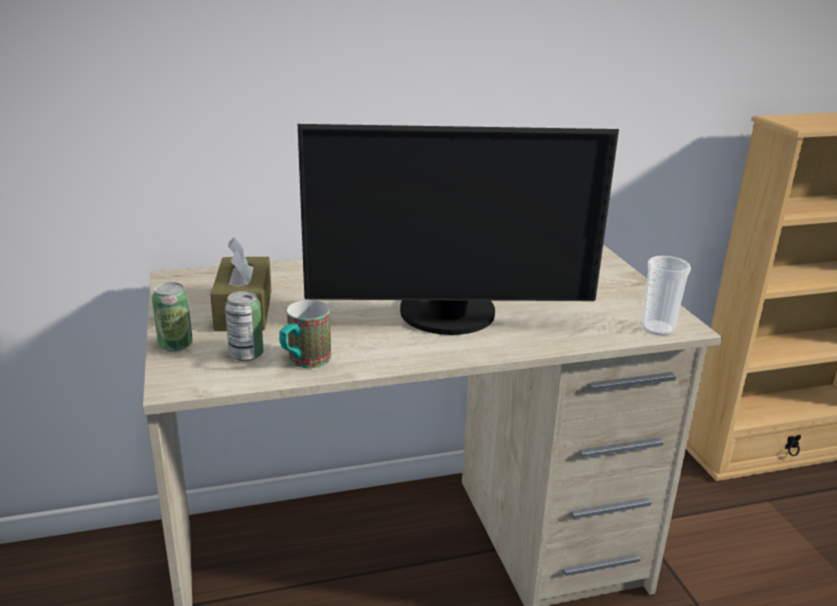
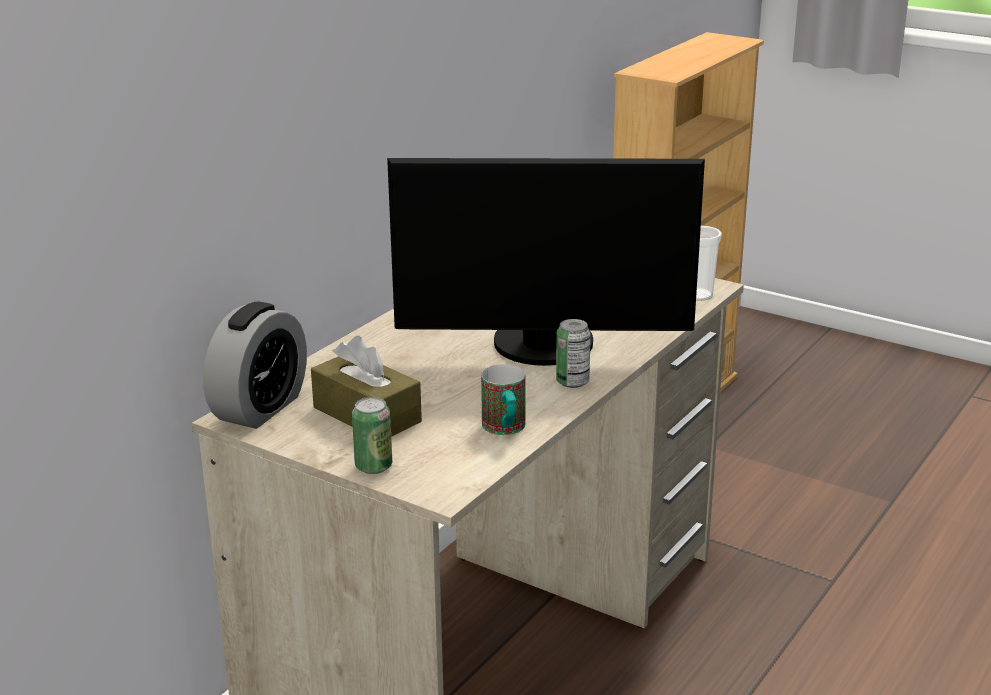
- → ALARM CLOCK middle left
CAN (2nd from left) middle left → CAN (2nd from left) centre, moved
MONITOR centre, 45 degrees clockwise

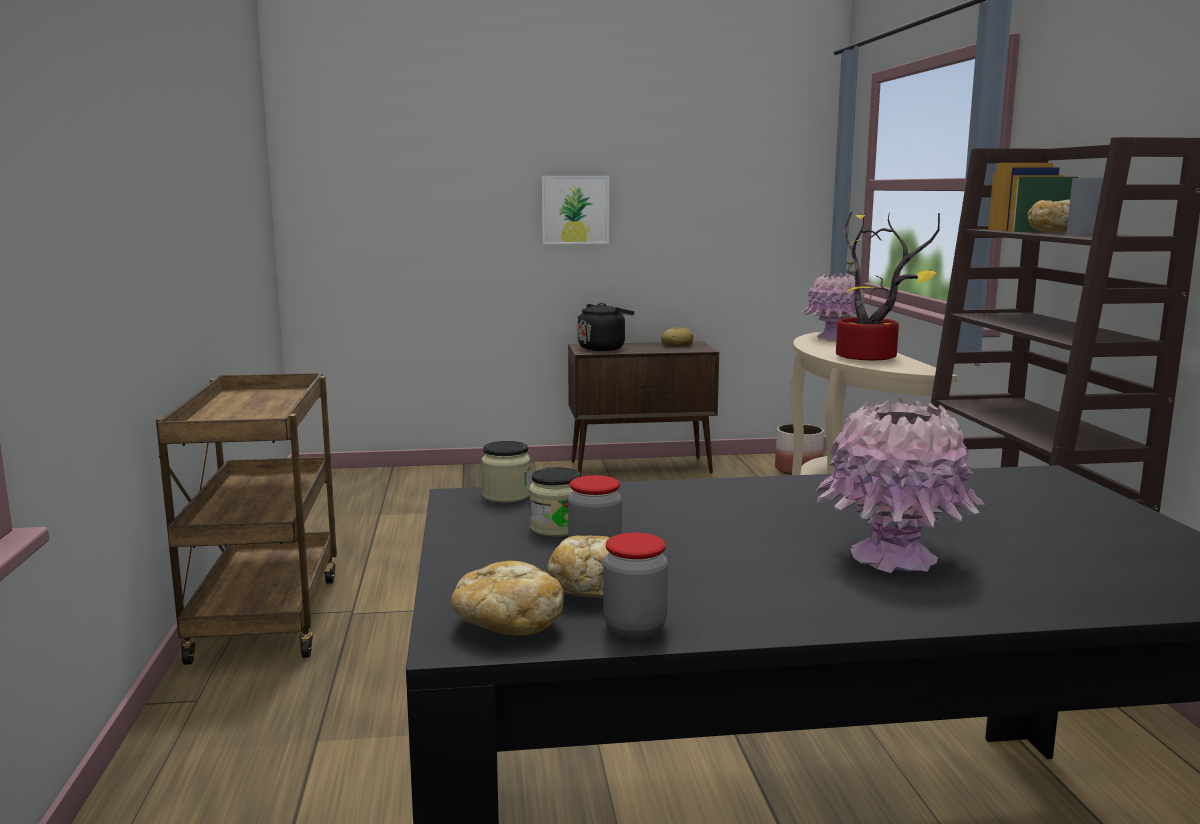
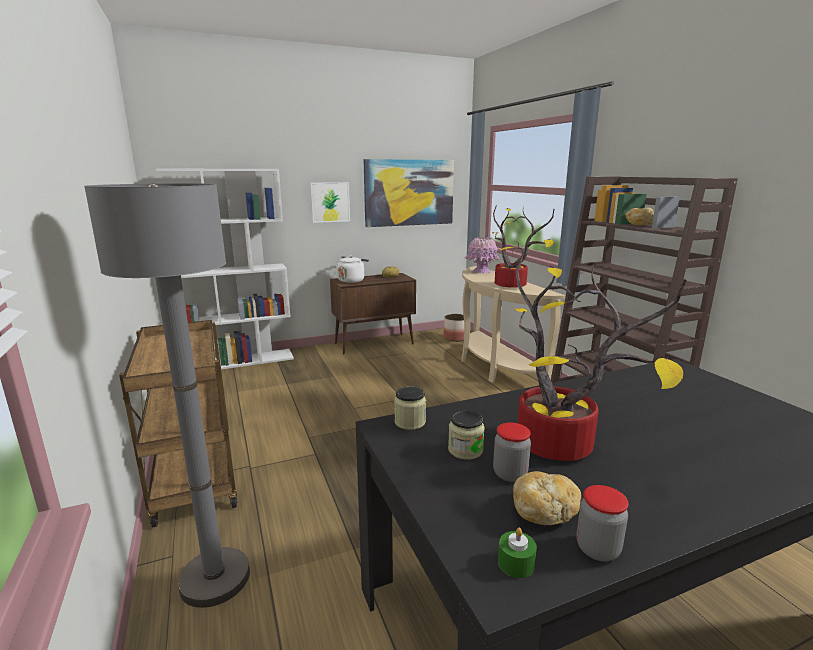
PINK VASE (2nd from left) middle right → -
- → GREY FLOOR LAMP middle left
- → WHITE BOOKCASE middle left
- → PICTURE (2nd from left) top centre
- → POTTED PLANT (2nd from left) middle right
BREAD (1st from left) bottom centre → GREEN CANDLE bottom centre
BLACK KETTLE centre → WHITE KETTLE centre

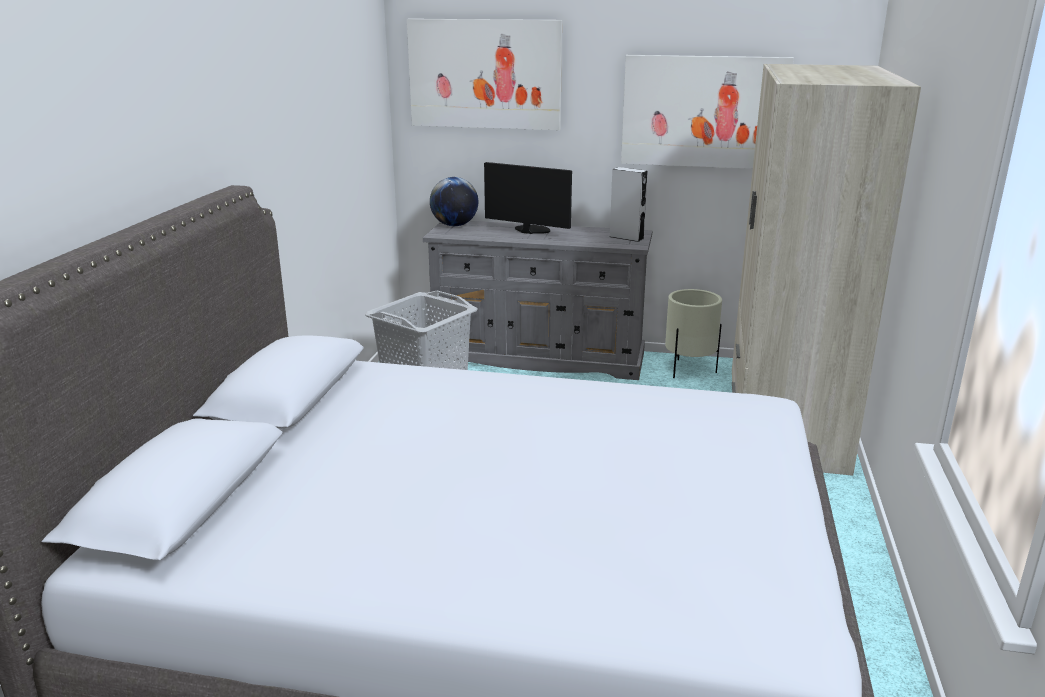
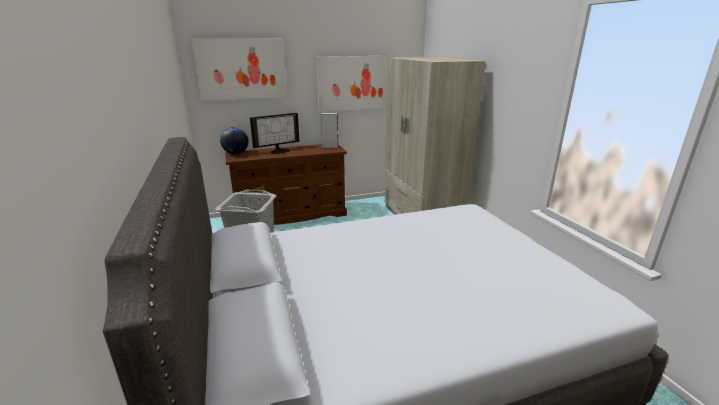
BEIGE PLANTER centre → -
GREY DRESSER centre → BROWN DRESSER centre
MONITOR top centre, 150 degrees clockwise

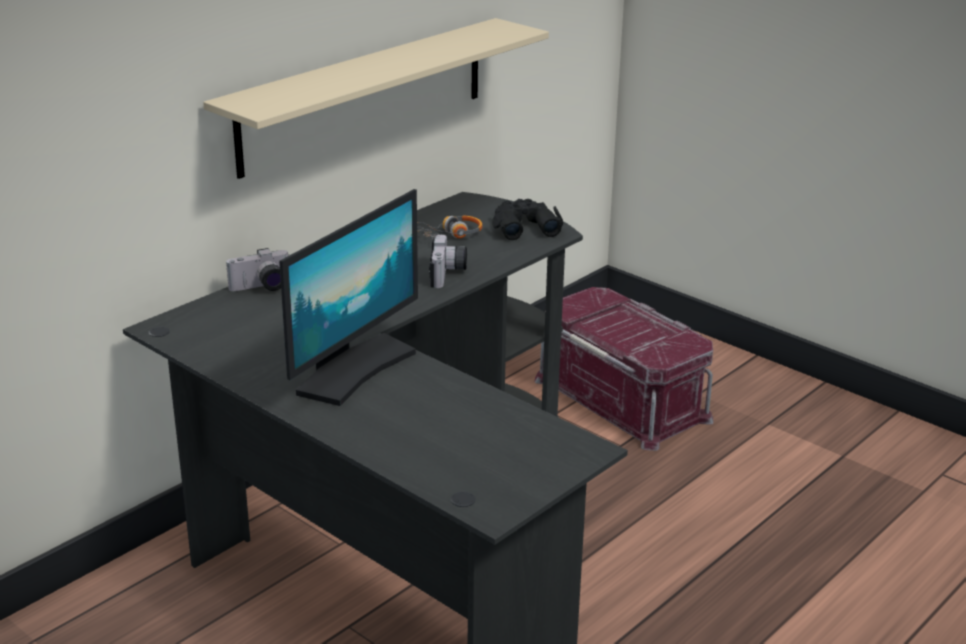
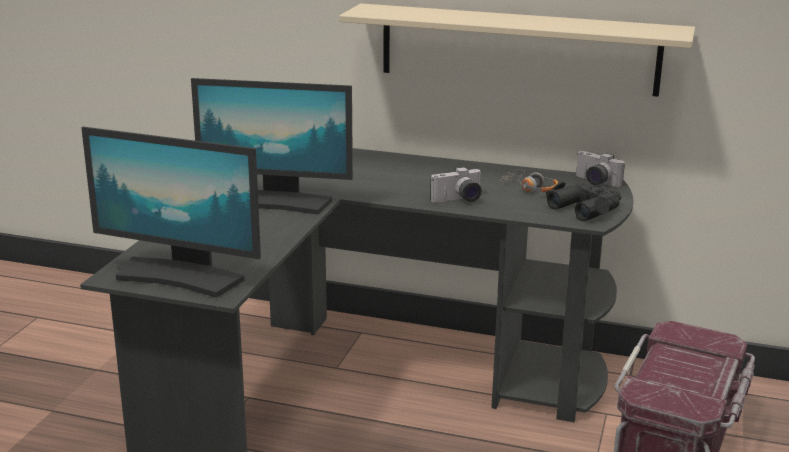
- → MONITOR (1st from left) middle left
PHOTO CAMERA (1st from left in the first image) middle left → PHOTO CAMERA (2nd from left) middle right, moved

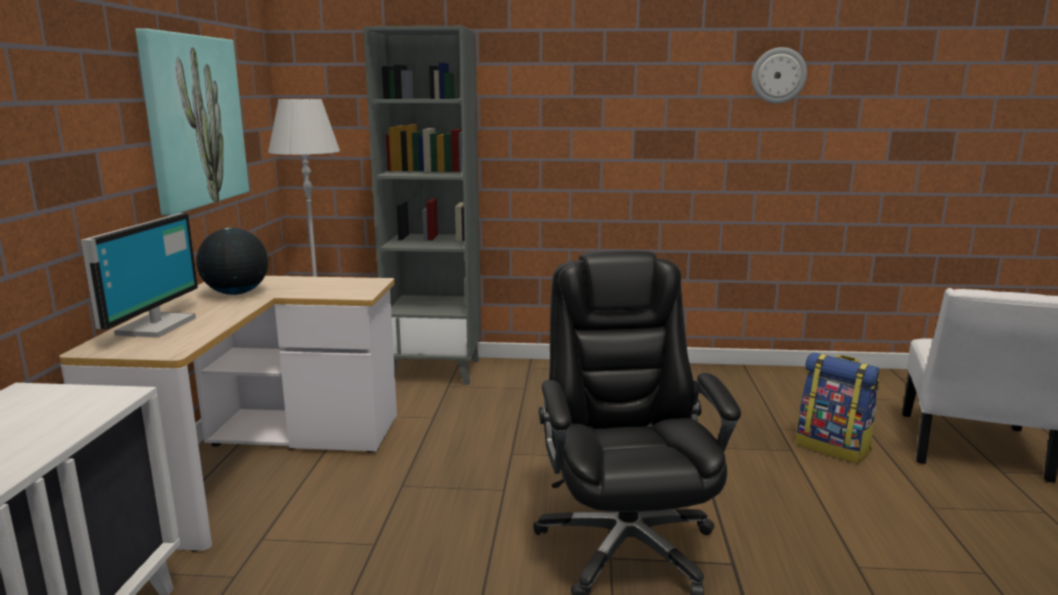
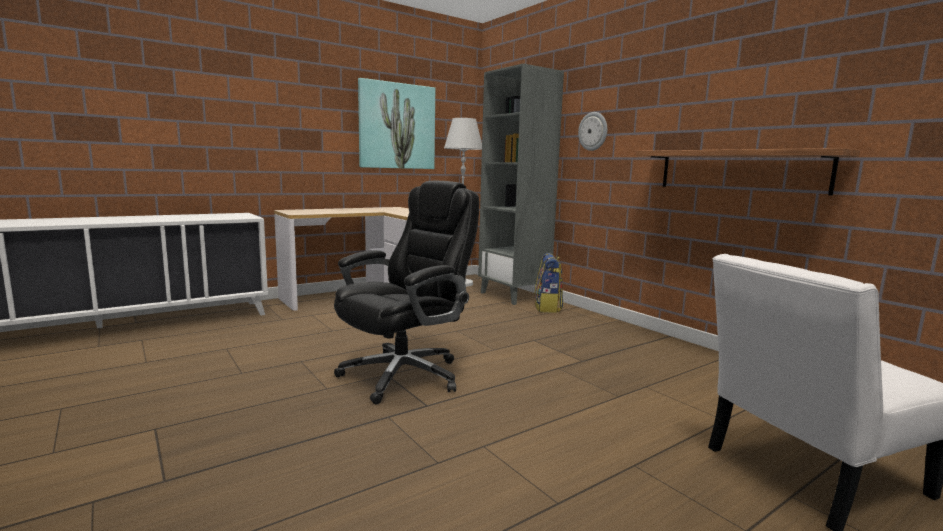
MONITOR middle left → -
GLOBE middle left → -
- → SHELF top right
WALL CLOCK top right → WALL CLOCK top centre, moved
BACKPACK bottom right → BACKPACK centre, moved

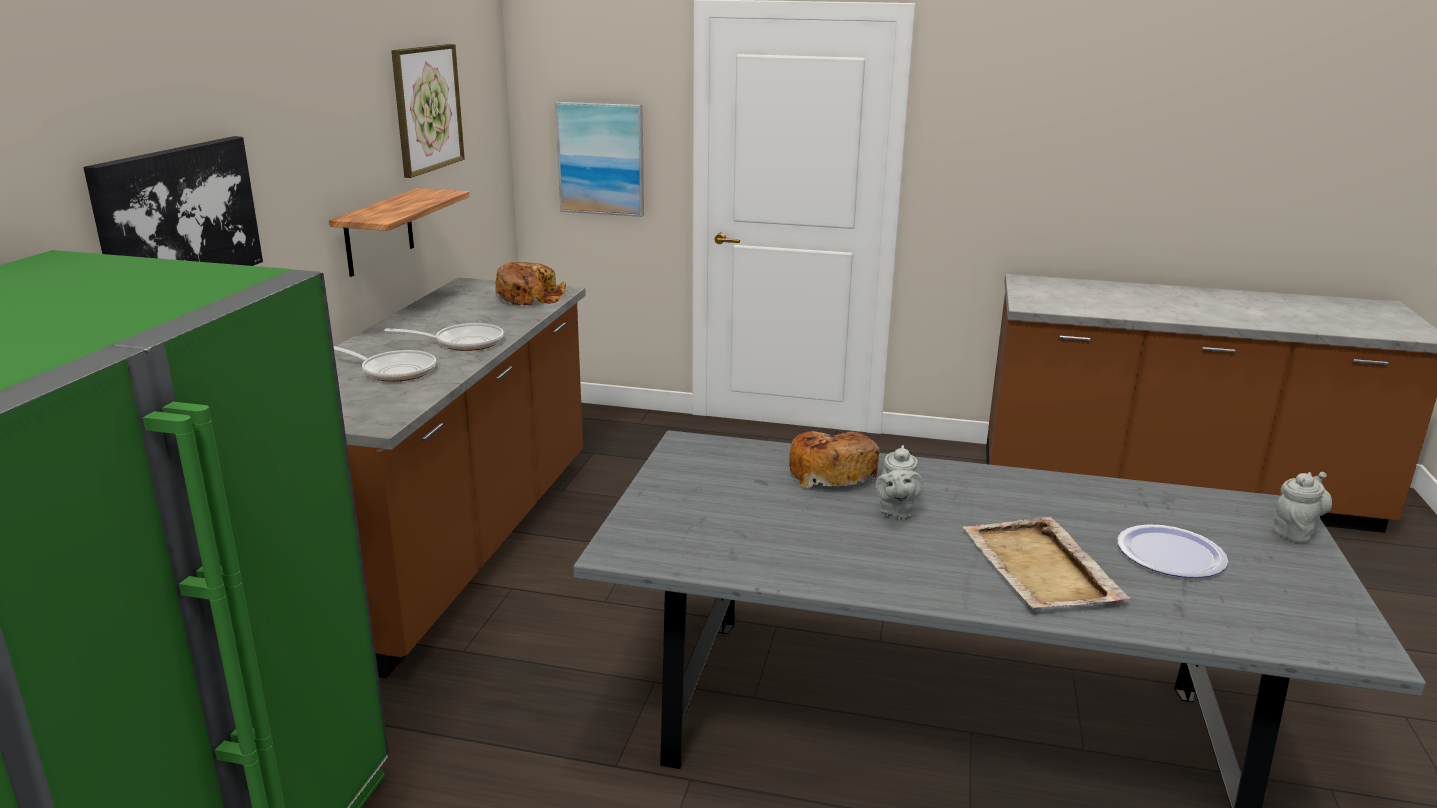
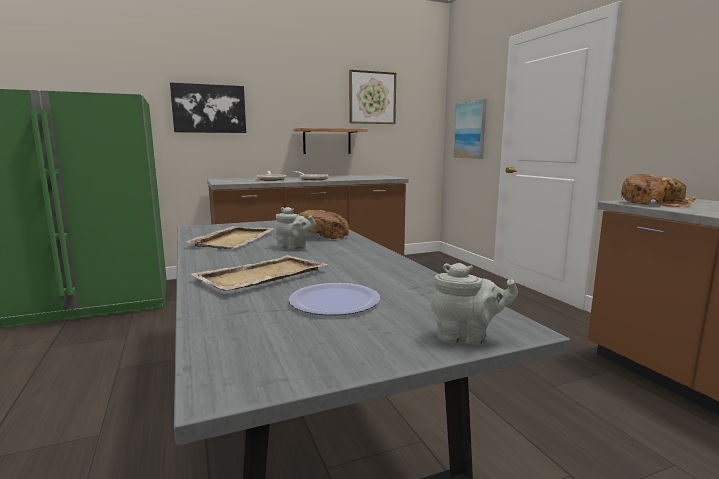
- → BEIGE TRAY (1st from left) middle left
BREAD (1st from left in the first image) centre → BREAD (2nd from left) middle right, moved
GREY TEAPOT (1st from left) centre, 135 degrees counterclockwise

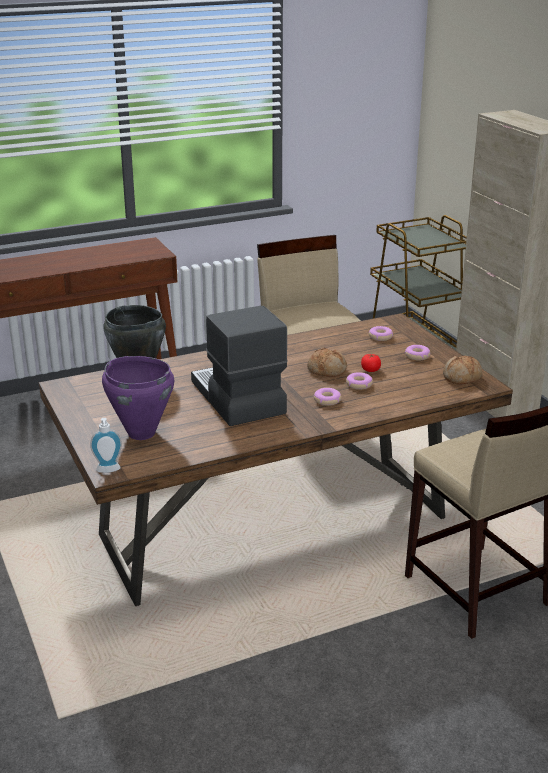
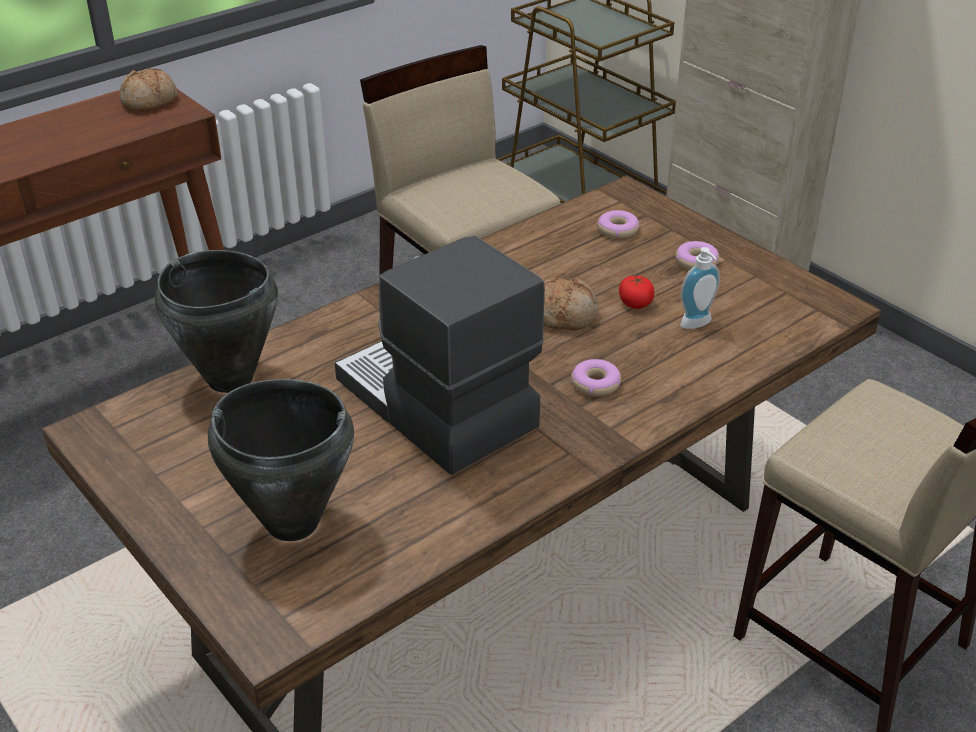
DONUT (2nd from left) centre → -
SOAP DISPENSER middle left → SOAP DISPENSER middle right, moved
BREAD (2nd from left in the first image) middle right → BREAD (1st from left) top left, moved
PURPLE COOKING POT middle left → BLACK COOKING POT (2nd from left) middle left

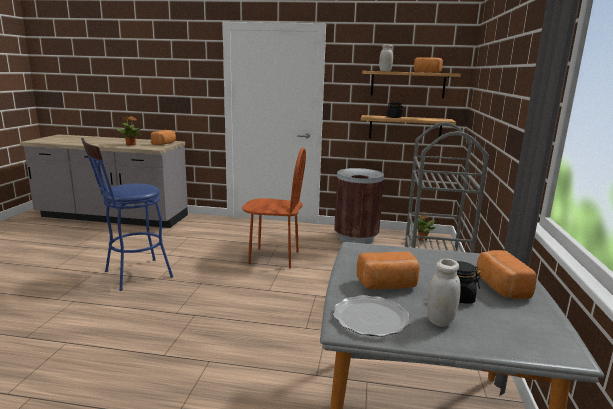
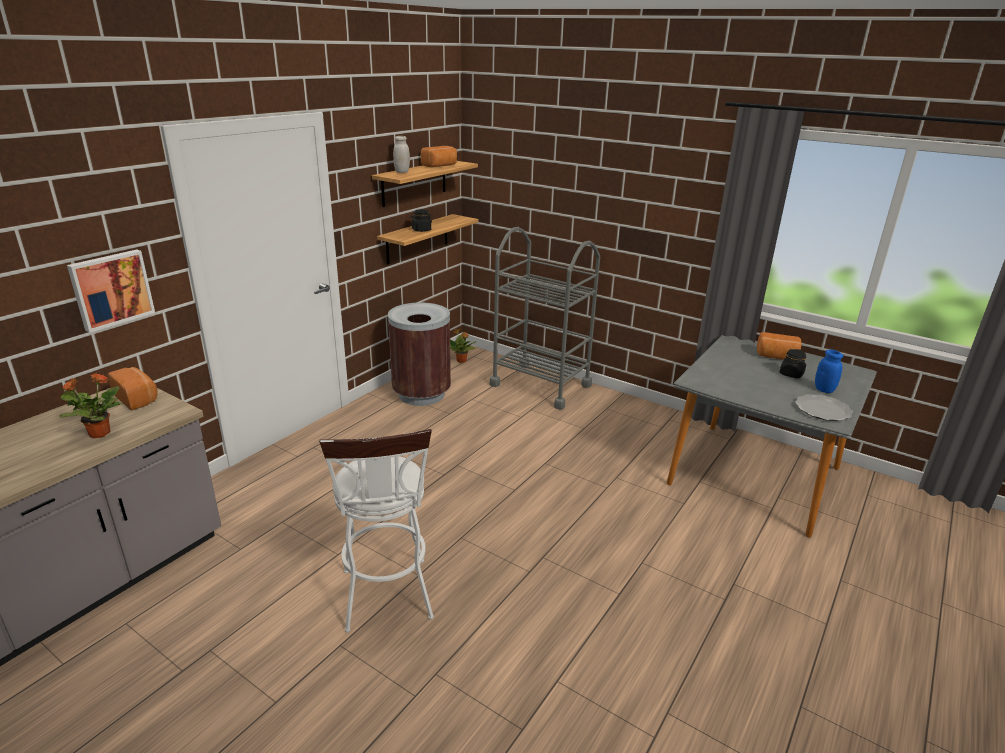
BROWN CHAIR centre → -
BREAD (2nd from left) centre → -
- → PICTURE middle left
BLUE STOOL middle left → WHITE STOOL bottom centre
WHITE JAR (2nd from left) bottom right → BLUE JAR middle right

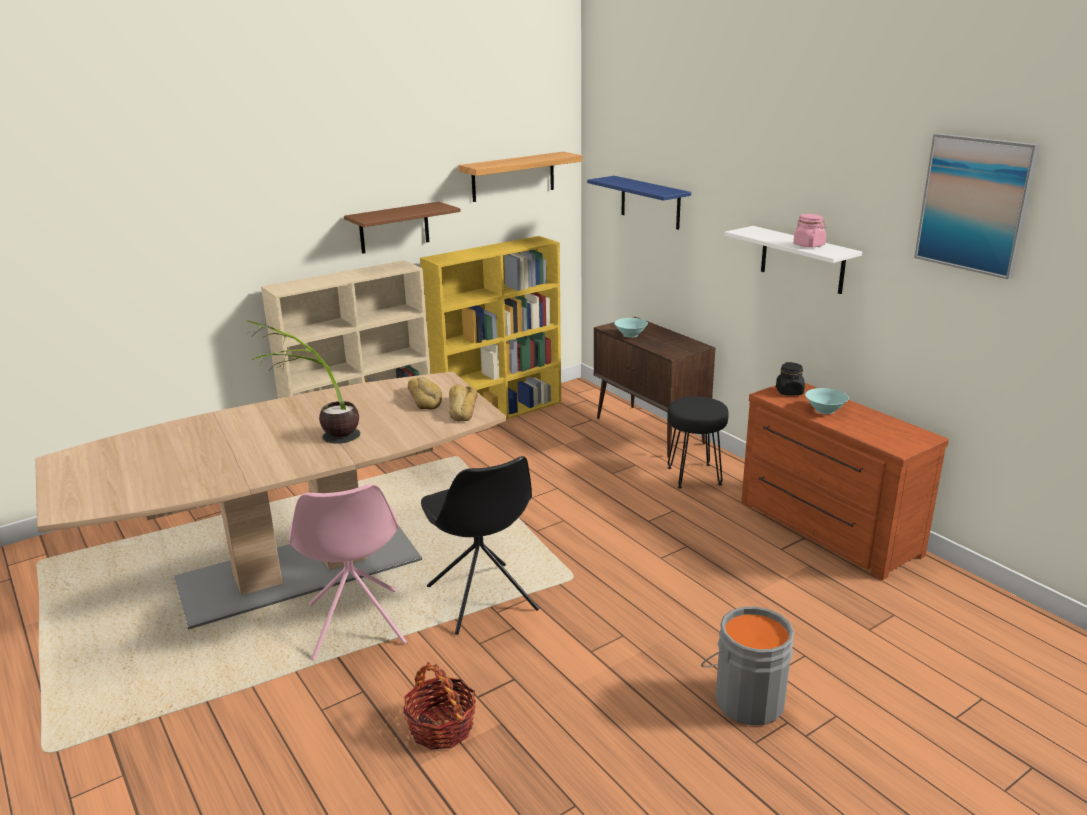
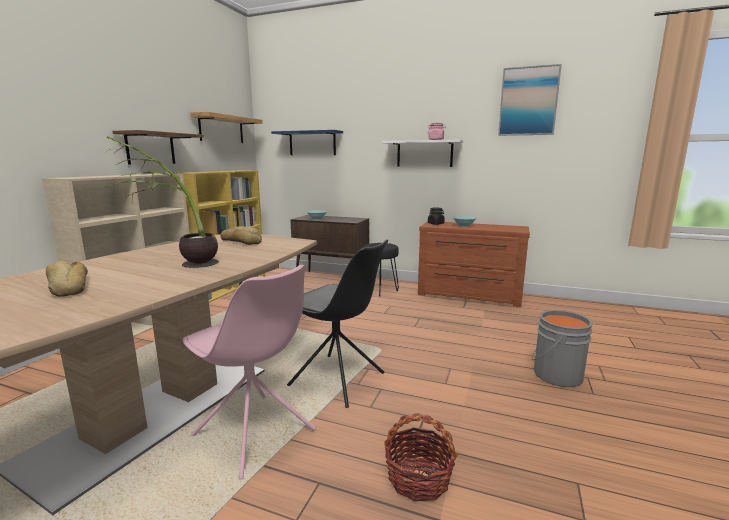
BREAD (2nd from left in the first image) centre → BREAD (1st from left) middle left, moved

